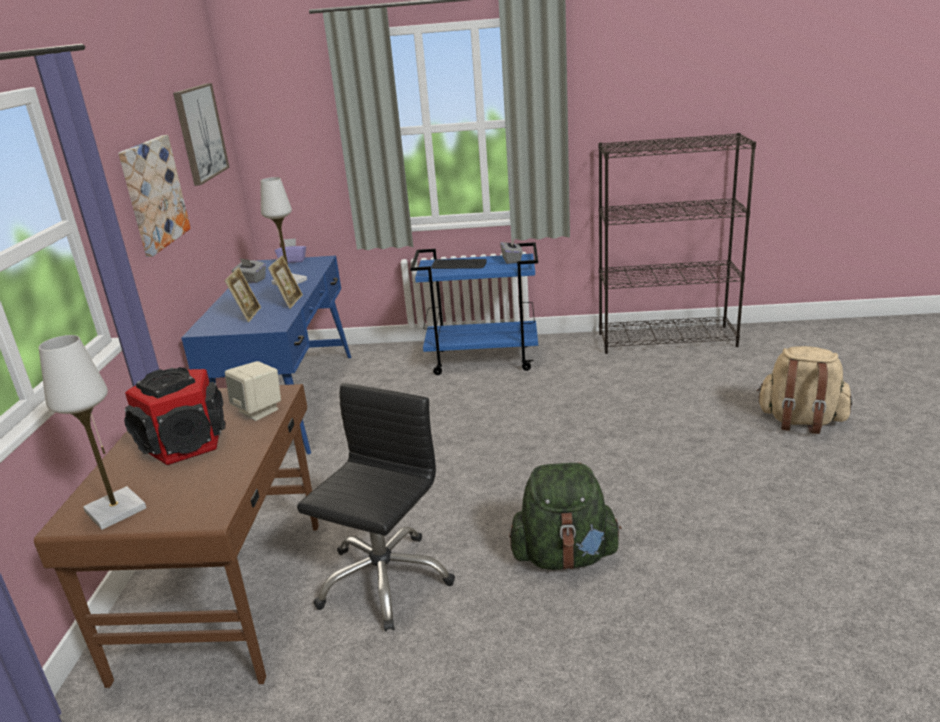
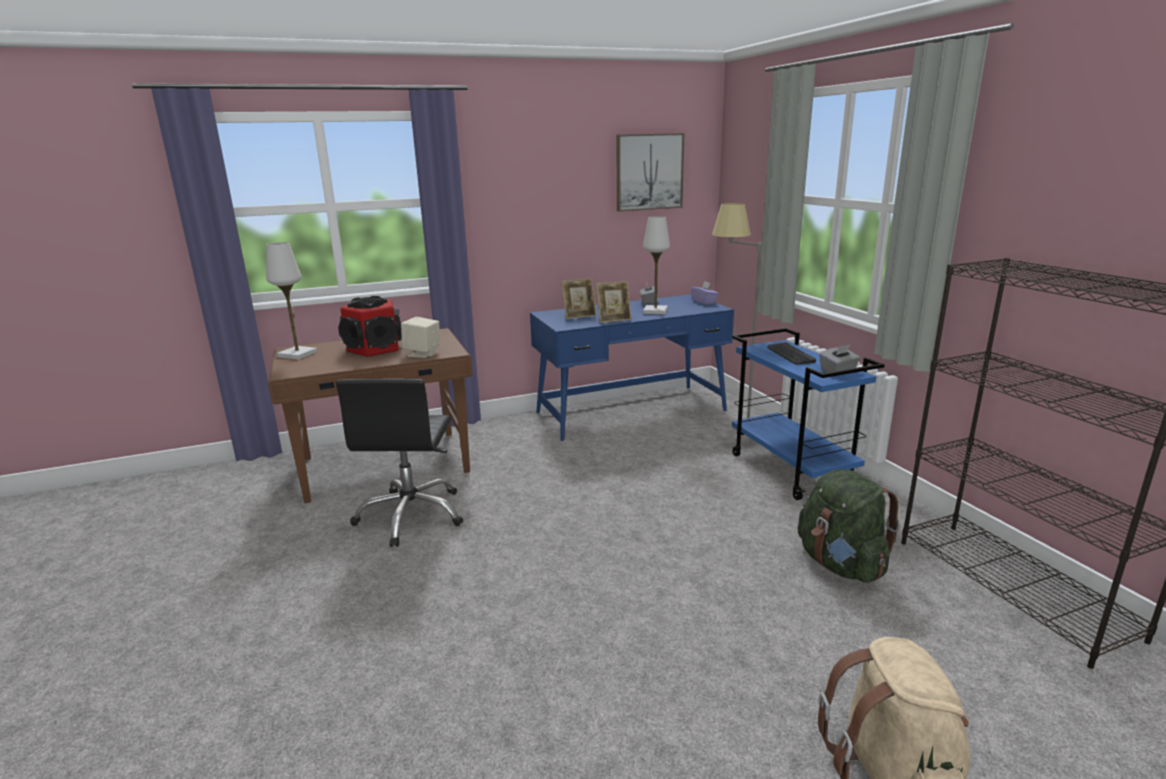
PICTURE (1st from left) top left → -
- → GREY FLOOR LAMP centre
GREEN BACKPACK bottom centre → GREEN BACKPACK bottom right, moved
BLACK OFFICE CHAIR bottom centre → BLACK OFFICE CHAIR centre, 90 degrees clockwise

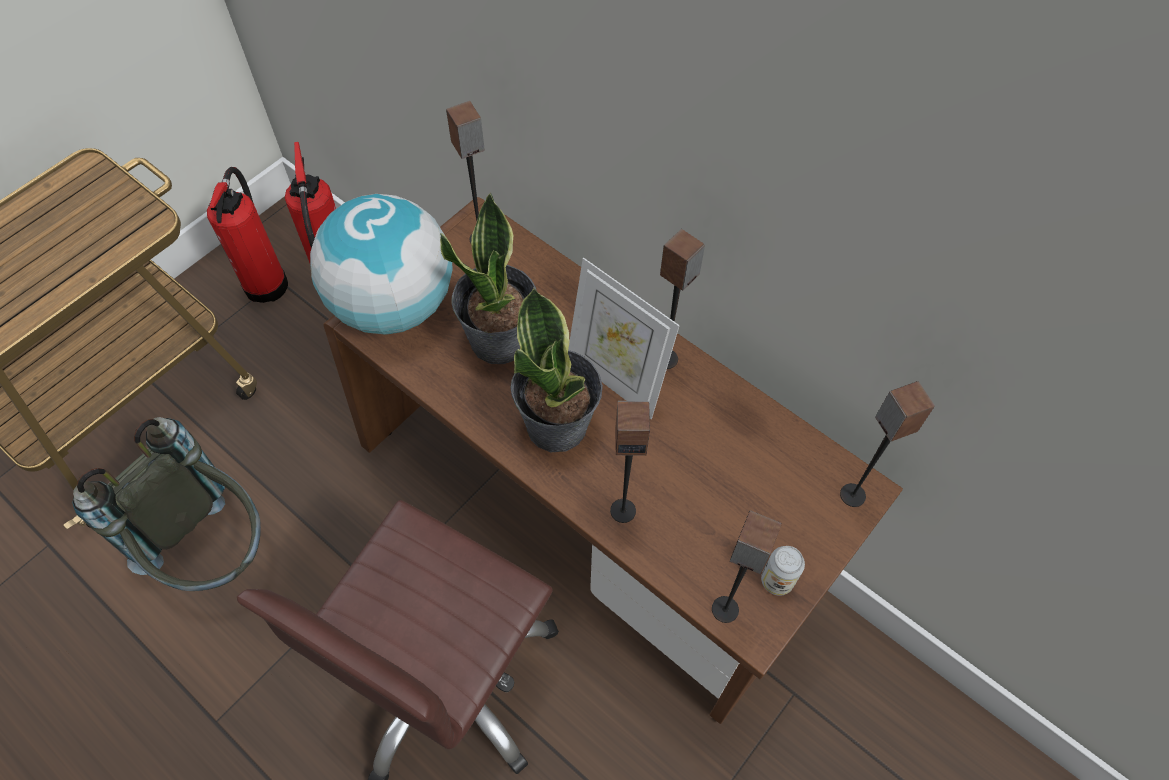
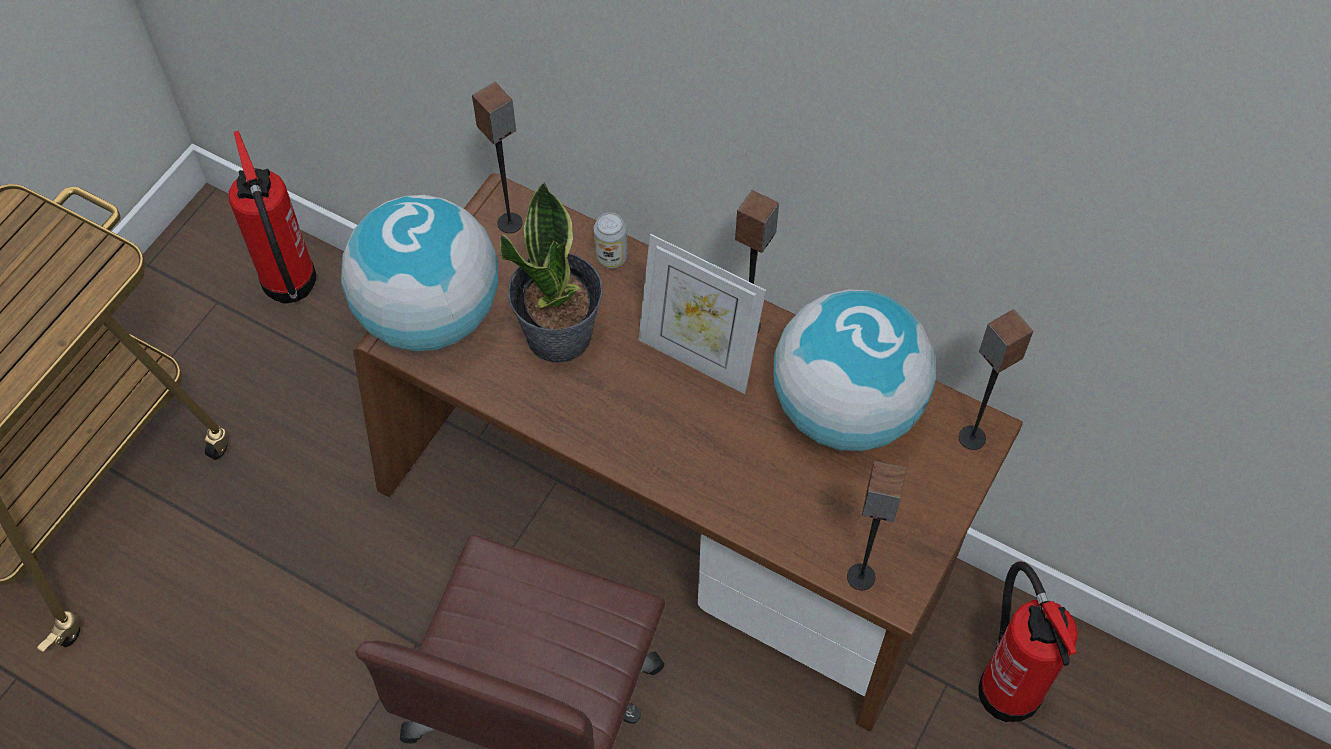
GREY BACKPACK middle left → -
POTTED PLANT (2nd from left) centre → -
SPEAKER (2nd from left) centre → -
- → GLOBE (2nd from left) centre
FIRE EXTINGUISHER (1st from left in the first image) top left → FIRE EXTINGUISHER (2nd from left) bottom right, moved
CAN bottom right → CAN top centre, moved

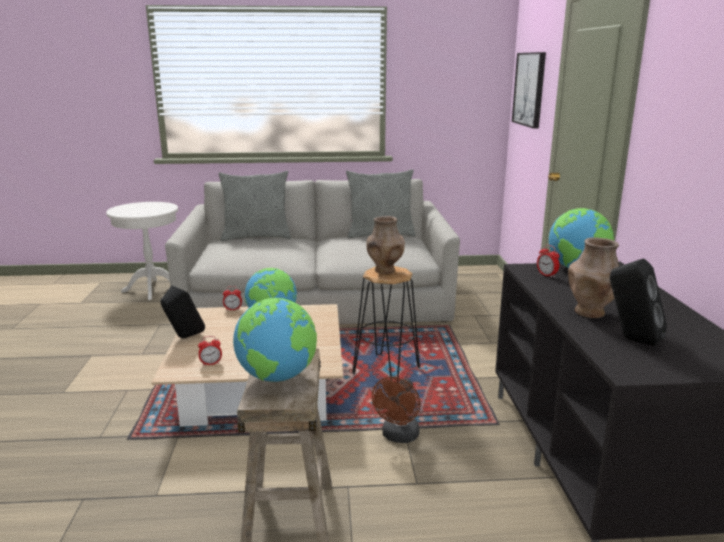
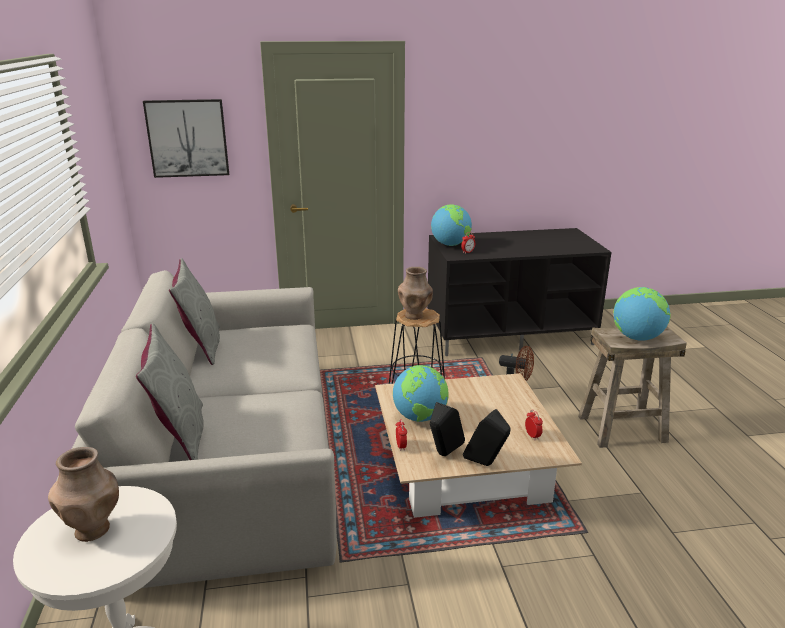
BROWN VASE (2nd from left in the first image) middle right → BROWN VASE (1st from left) bottom left, moved
BLACK SPEAKER (2nd from left in the first image) middle right → BLACK SPEAKER (1st from left) bottom centre, moved

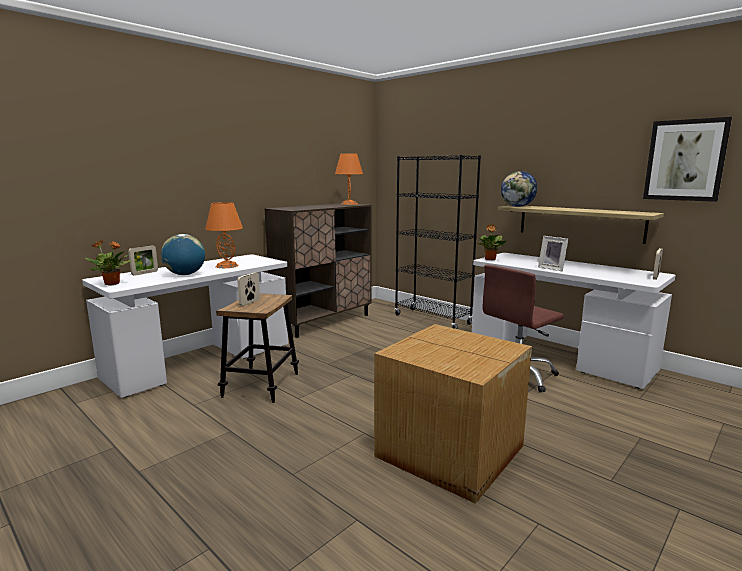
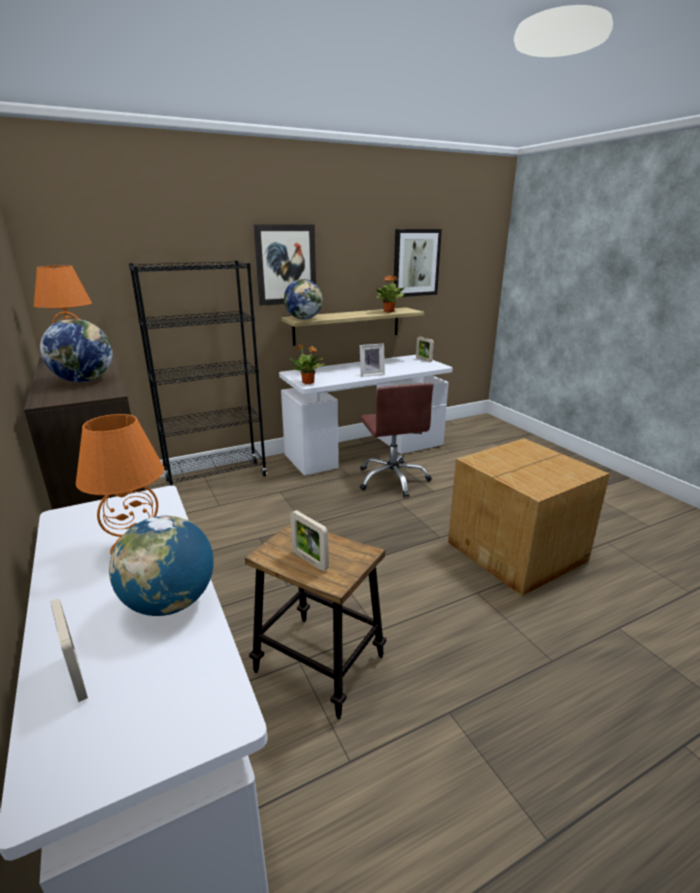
- → GLOBE (1st from left) middle left
- → PICTURE (1st from left) top centre
POTTED PLANT (1st from left in the first image) middle left → POTTED PLANT (2nd from left) top centre, moved

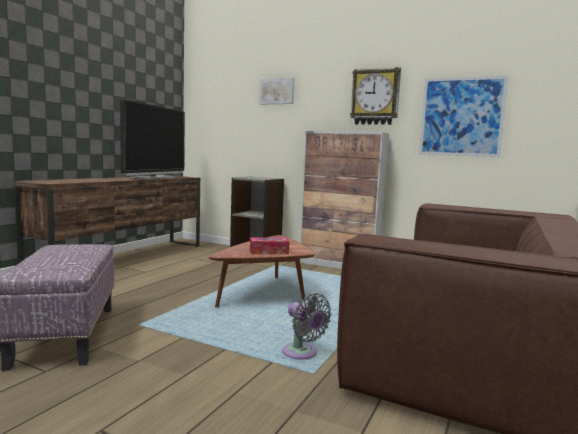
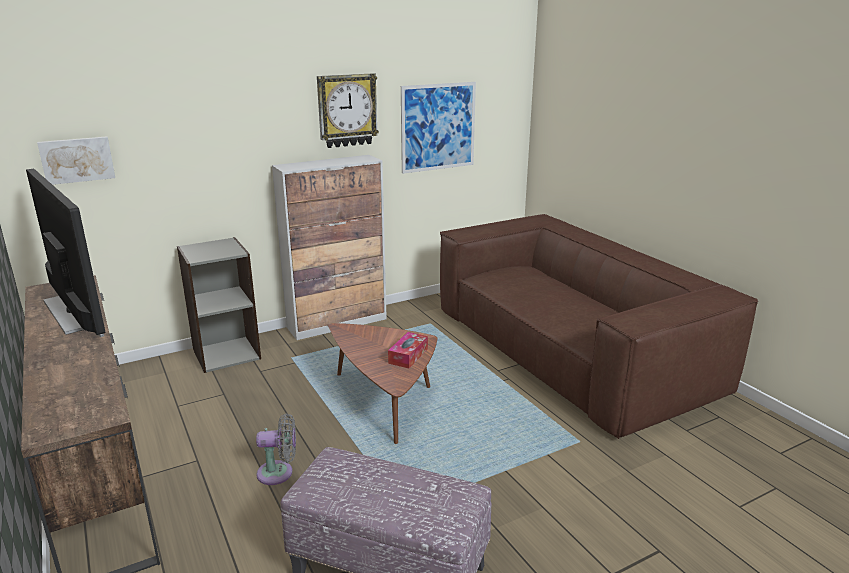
PICTURE (1st from left) top centre → PICTURE (1st from left) top left, moved
GREY FAN bottom centre → GREY FAN bottom left, moved

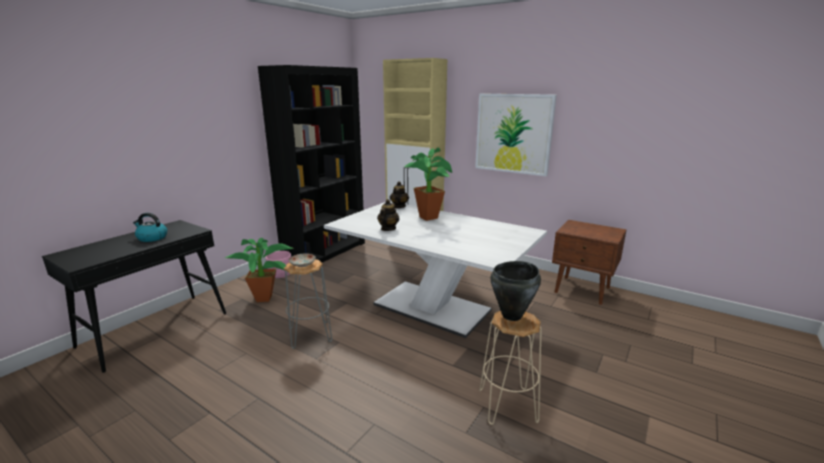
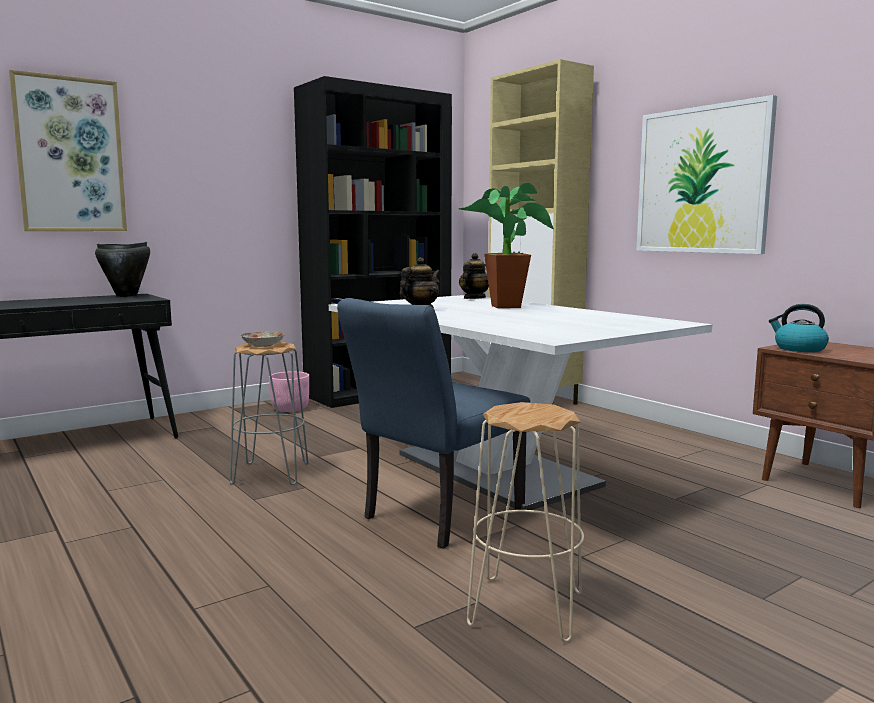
POTTED PLANT (1st from left) middle left → -
- → PICTURE (1st from left) top left
- → BLUE CHAIR centre
KETTLE middle left → KETTLE middle right, moved
BLACK COOKING POT centre → BLACK COOKING POT middle left, moved

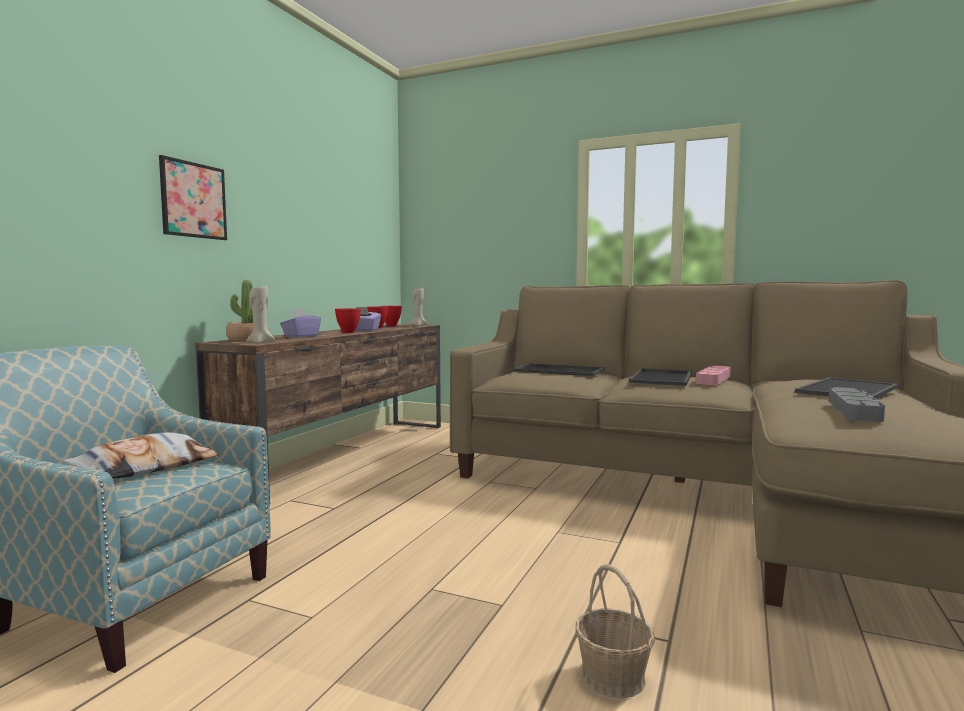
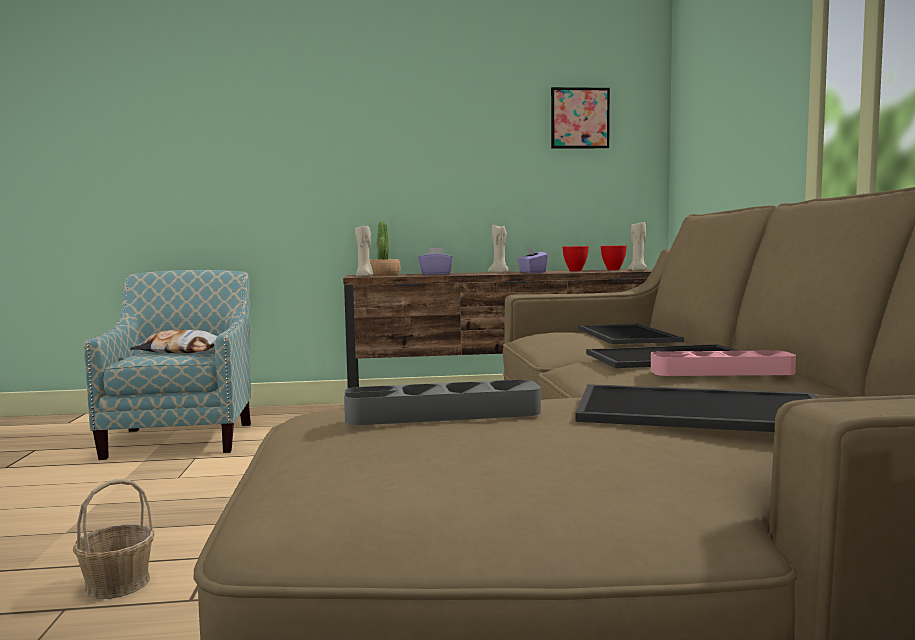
PICTURE top left → PICTURE top centre, moved
RED BOWL (1st from left) centre → BEIGE CANDLE (2nd from left) centre

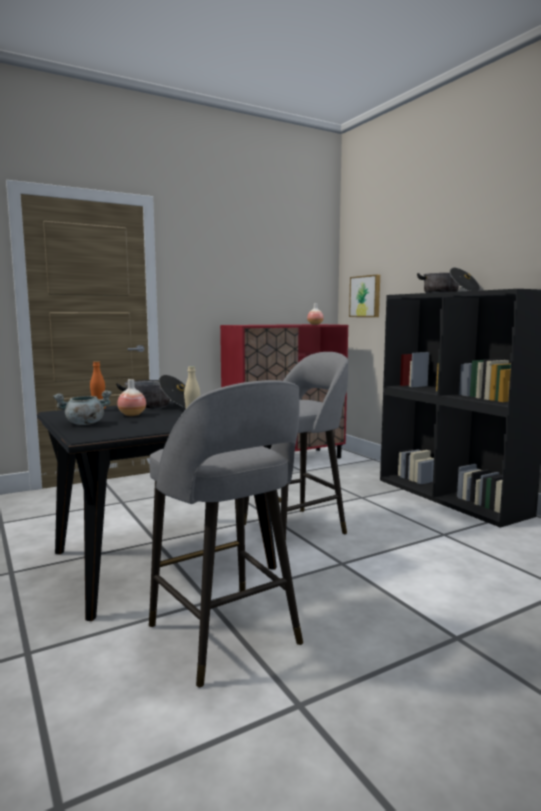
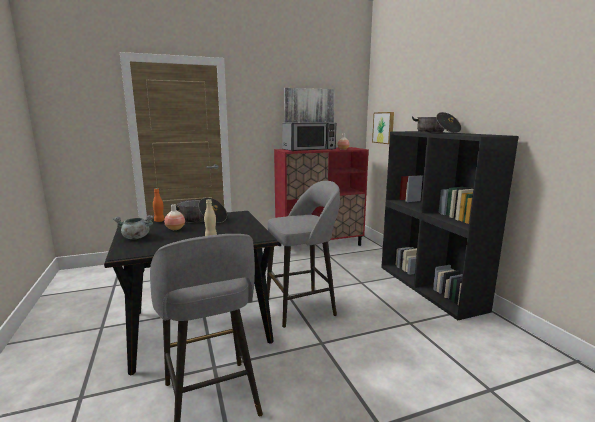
- → MICROWAVE top centre
- → PICTURE (1st from left) top centre

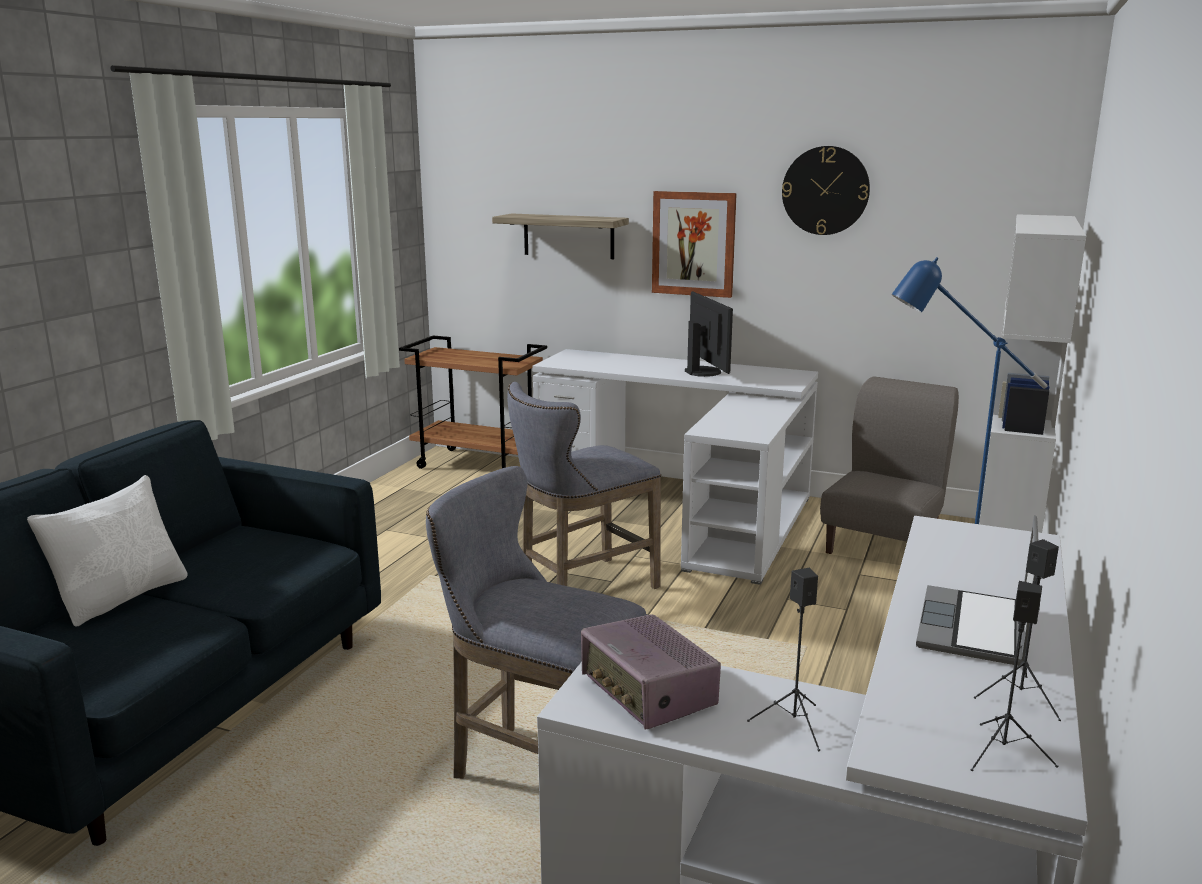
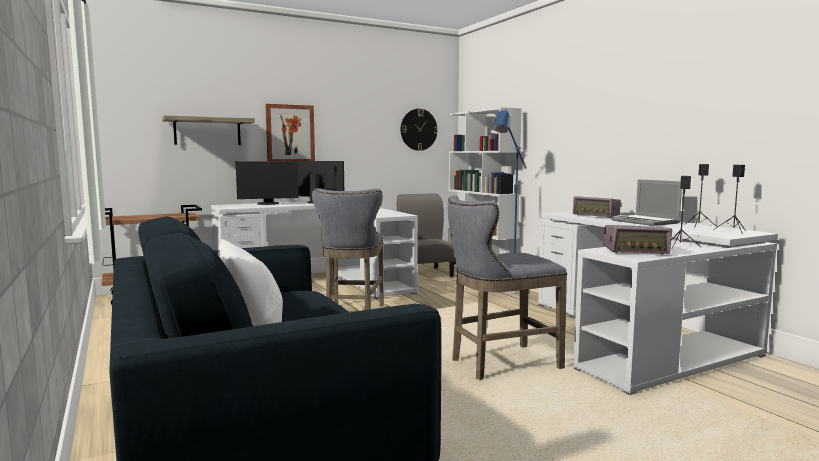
- → MONITOR (1st from left) middle left
- → RADIO (1st from left) middle right
WALL CLOCK top right → WALL CLOCK top centre, moved

